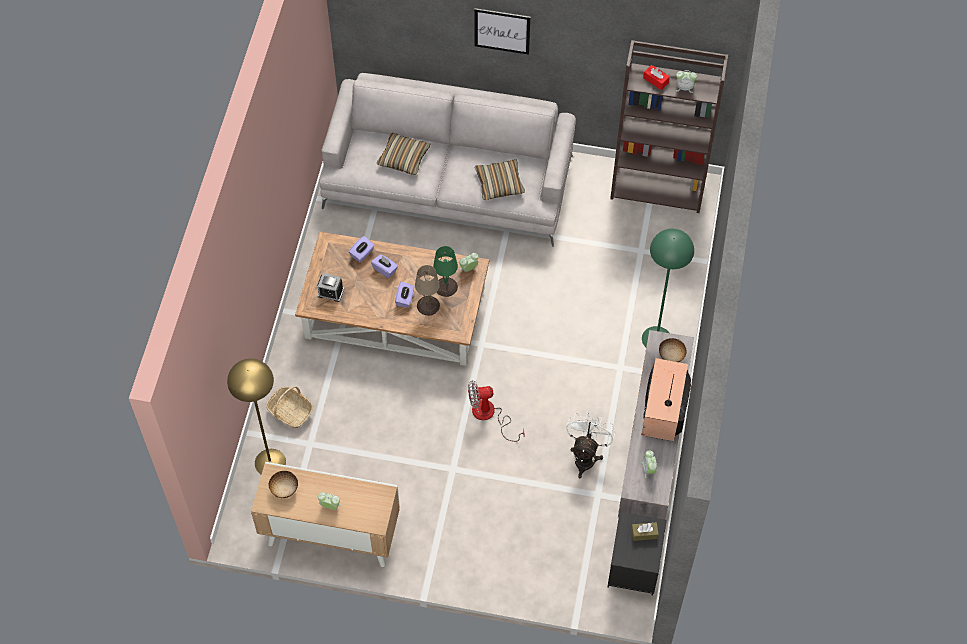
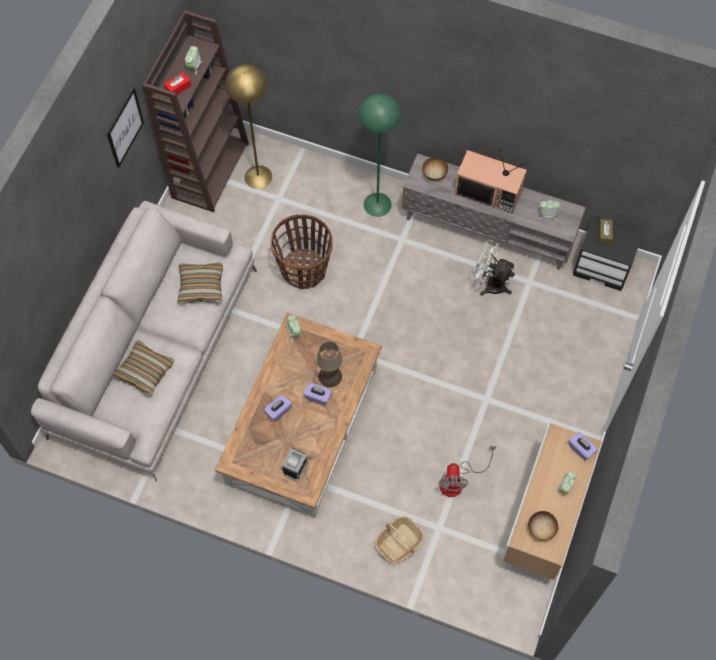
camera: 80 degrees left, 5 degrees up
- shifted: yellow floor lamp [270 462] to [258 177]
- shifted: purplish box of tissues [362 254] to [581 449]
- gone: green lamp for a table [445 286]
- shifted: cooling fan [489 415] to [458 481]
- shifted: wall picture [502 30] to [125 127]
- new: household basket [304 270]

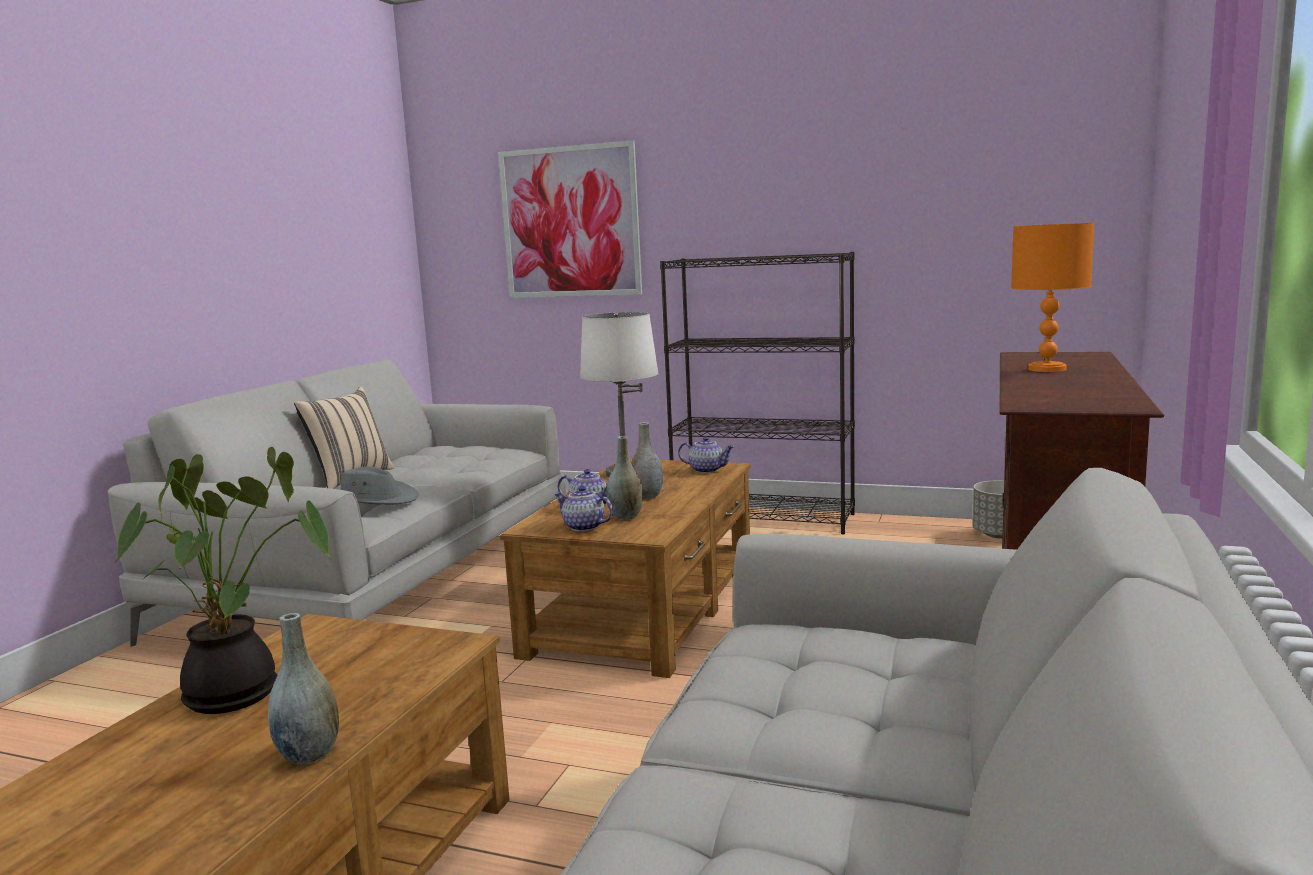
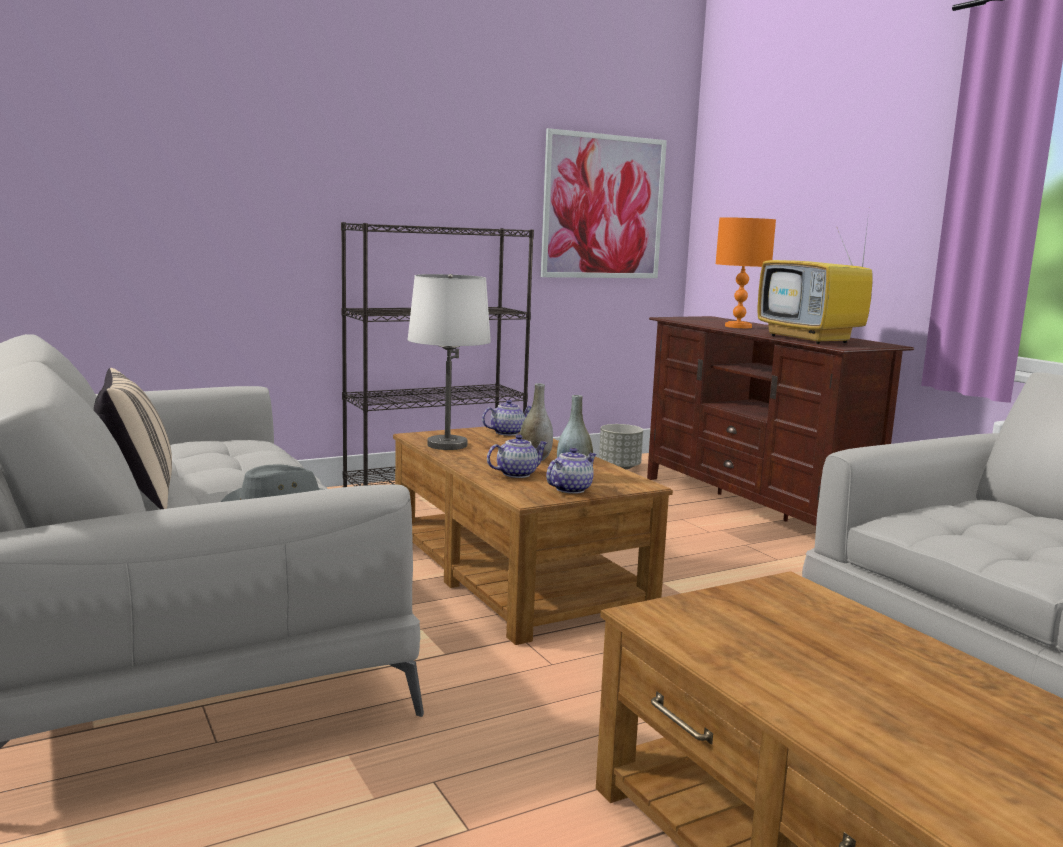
camera: 50 degrees left, 0 degrees up
- gone: houseplant [240 694]
- gone: gray flower vase [309 754]
- shifted: wall picture [570 222] to [603 207]
- rotated: pot for tea [583 527] = [570 489] 150 degrees clockwise
- new: TV [811 339]

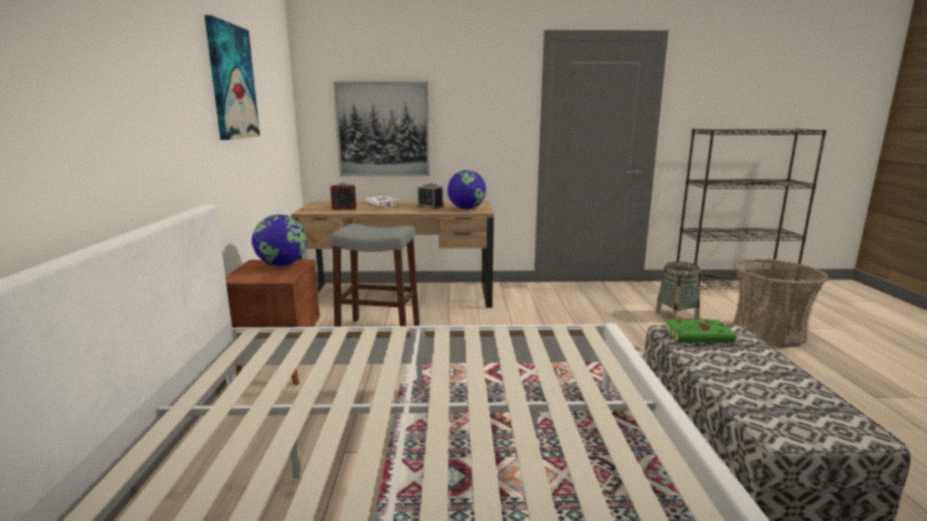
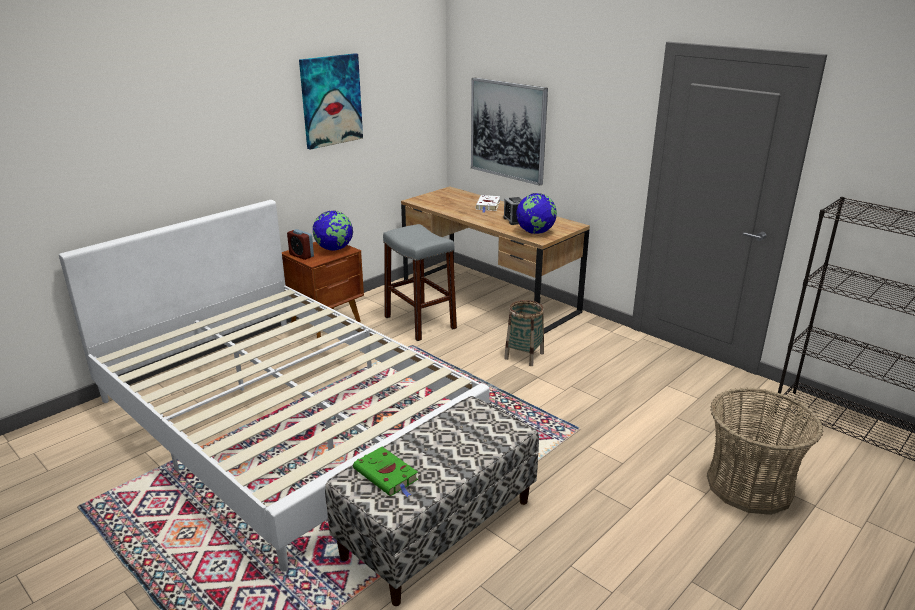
camera: 45 degrees right, 10 degrees up
- shifted: table clock [344 208] to [301 255]
- shifted: household basket [676 316] to [524 356]
- shifted: green book [700 335] to [387 475]

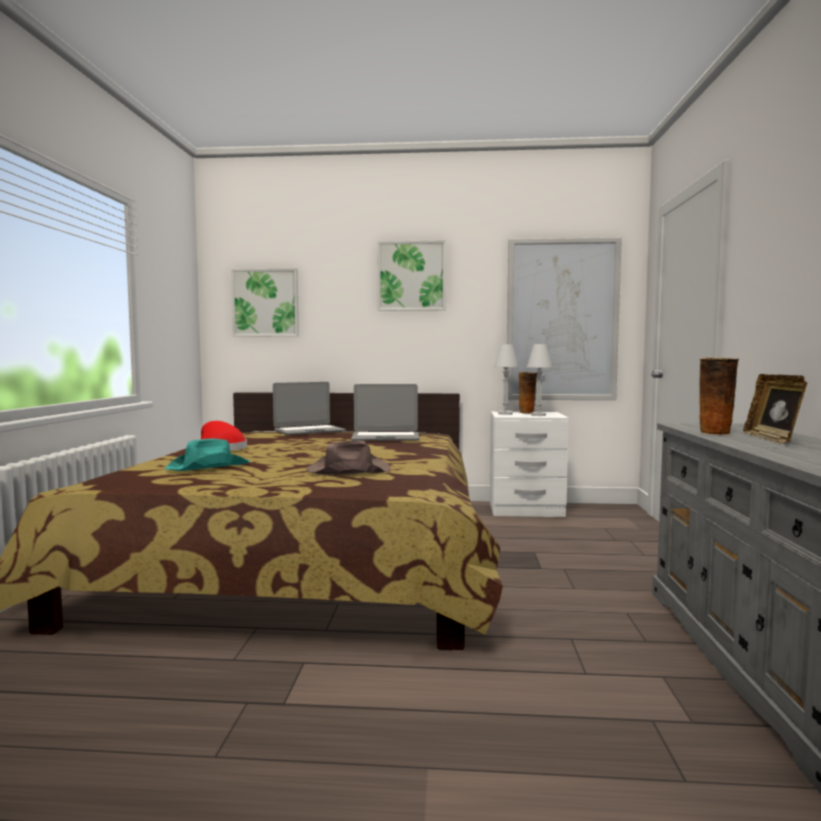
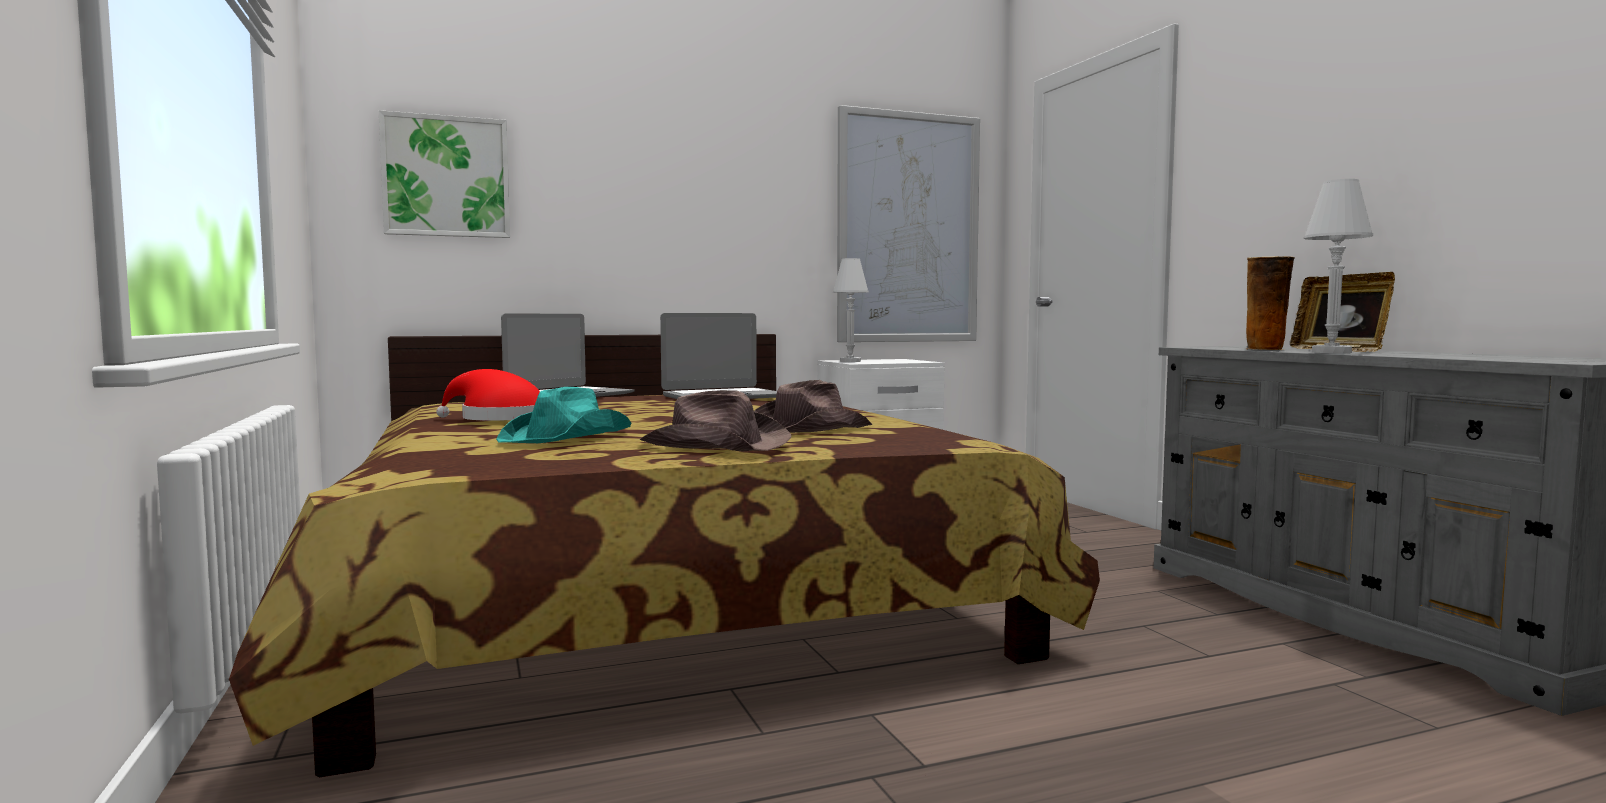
camera: 25 degrees left, 0 degrees up
- gone: wall picture [411 276]
- gone: flower vase [527 412]
- shifted: whitish lamp for a table [538 415] to [1331 352]
- new: brownish hat [714 444]

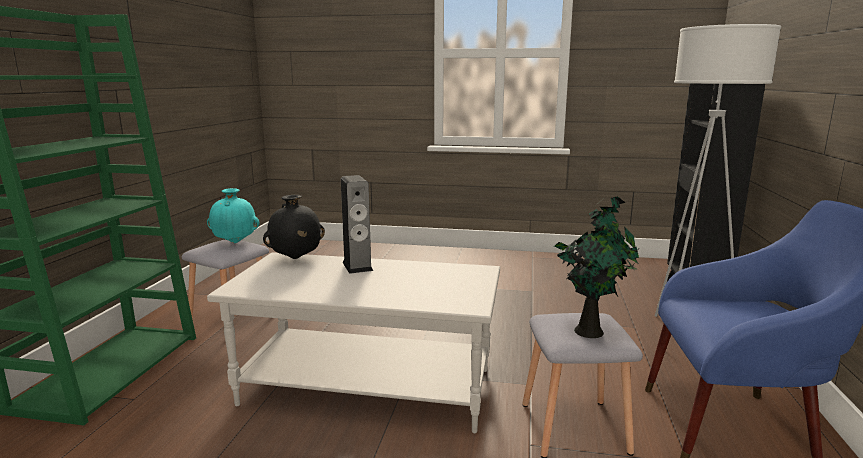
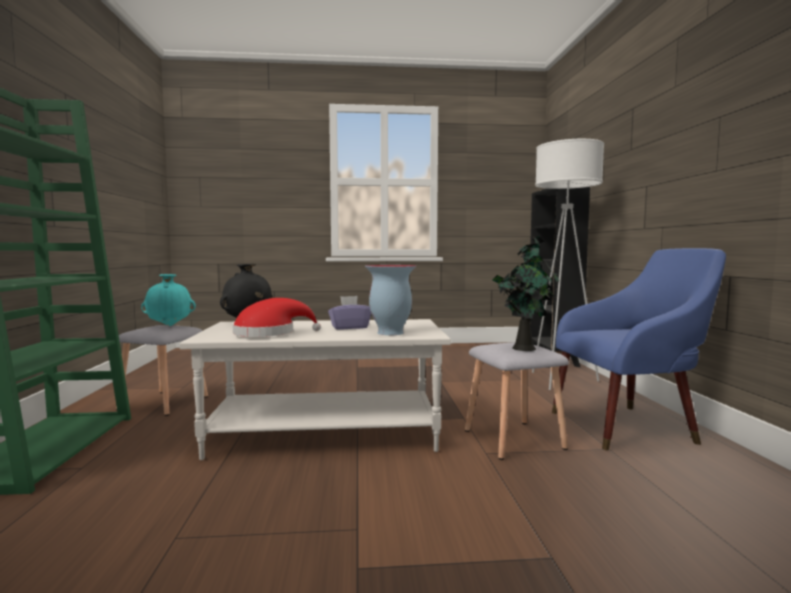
camera: 15 degrees left, 10 degrees down
- gone: speaker [357 266]
- new: red-coloured hat [269 333]
- new: purplish box of tissues [349 327]
- new: flower vase [390 333]

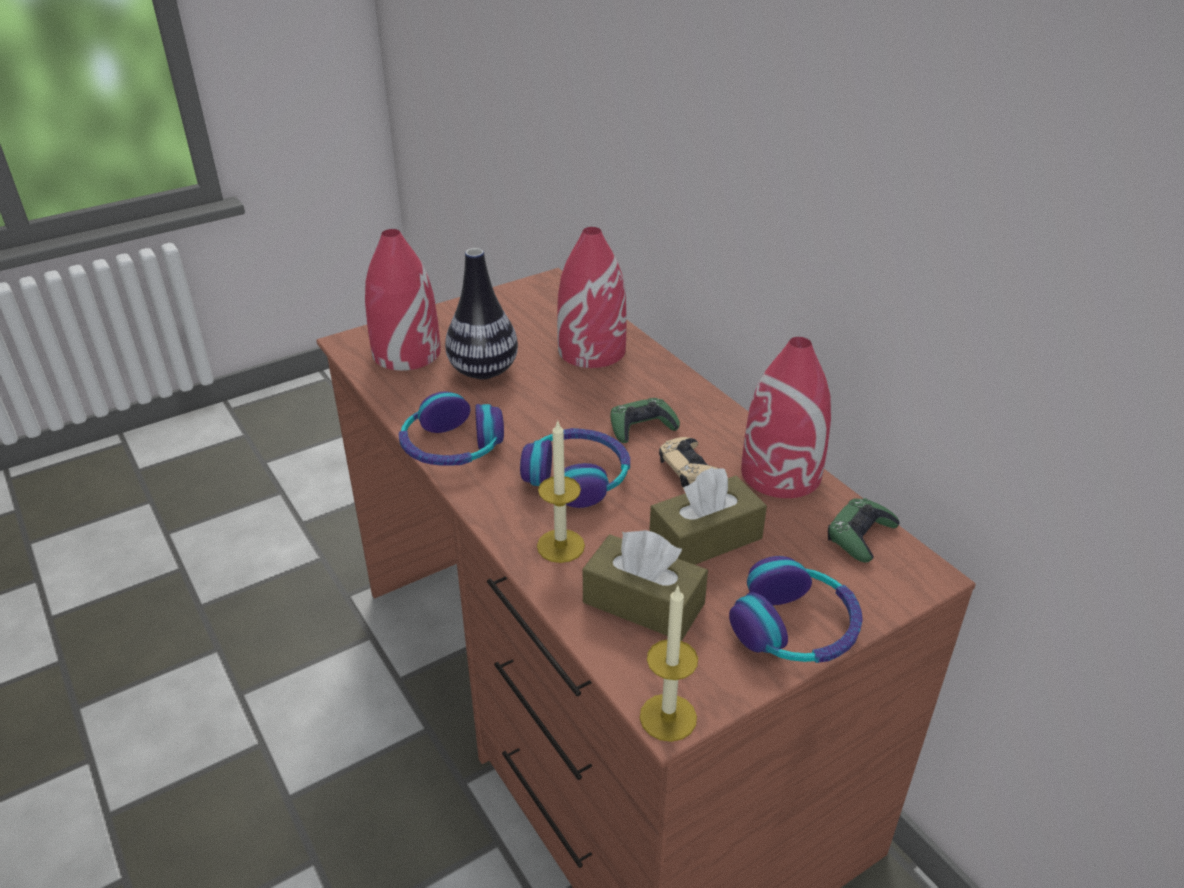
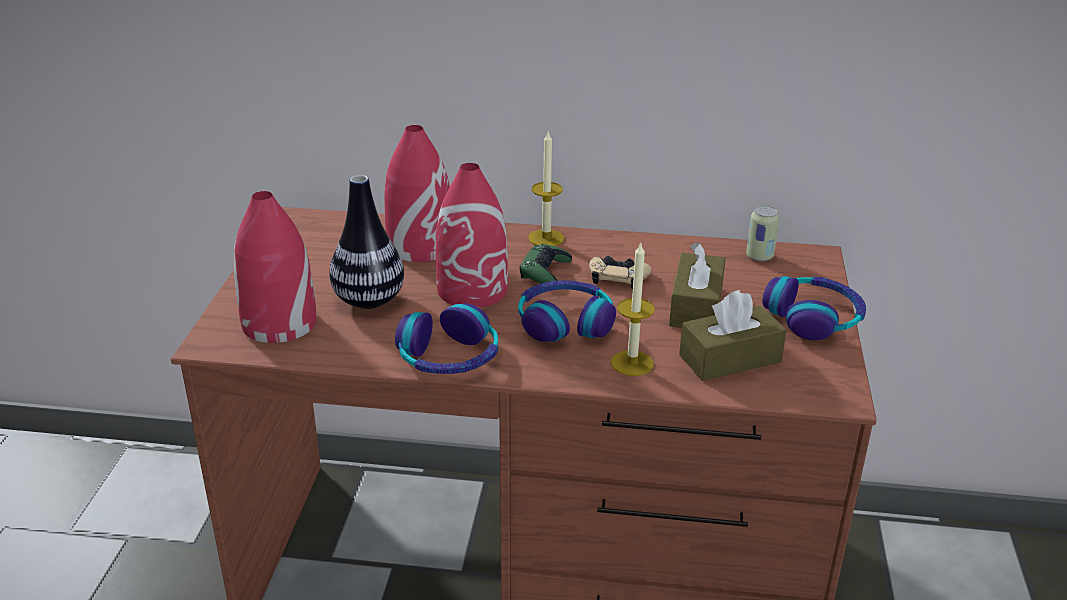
camera: 50 degrees left, 5 degrees down
- shifted: wax candle [668 717] to [546 238]
- shifted: red-coloured flower vase [782 474] to [473 290]
- swapped: green gamepad [860 535] to metal can [759 256]

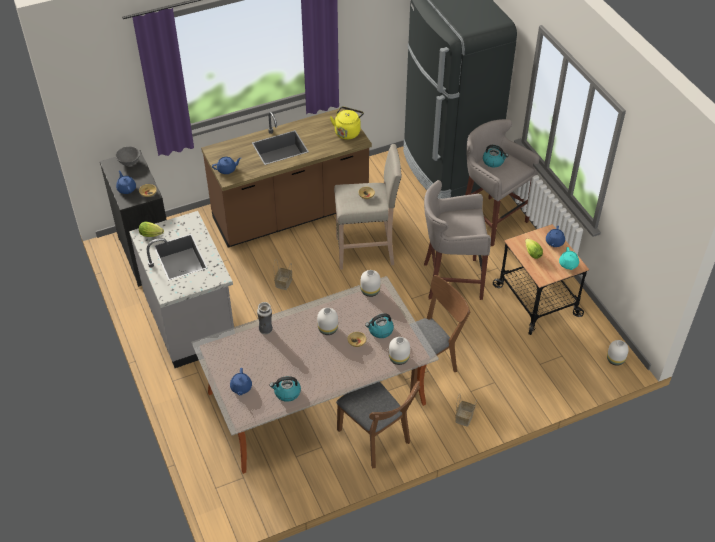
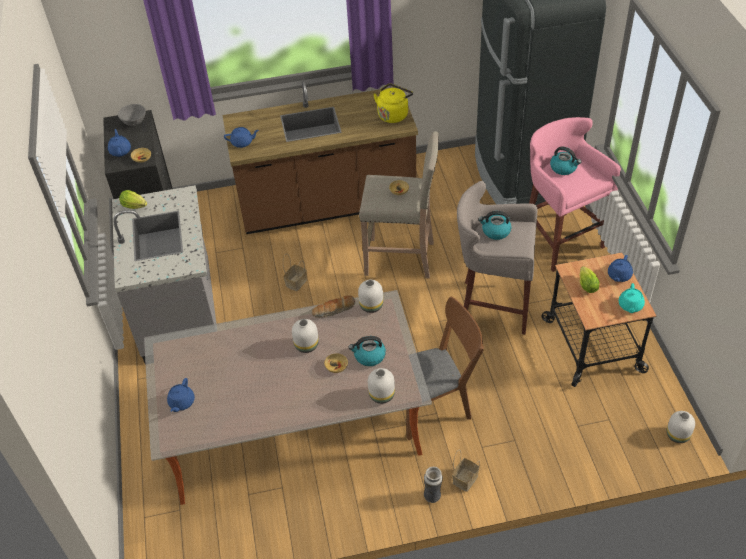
camera: 15 degrees right, 0 degrees up
- shifted: flower vase [266 329] to [432 496]
- shifted: water kettle [287 393] to [495 231]
- gone: brownish plain chair [377 440]
- repainted: gray stool [491 219] to pinkish stool [559 239]
- new: bakery bread [334 310]

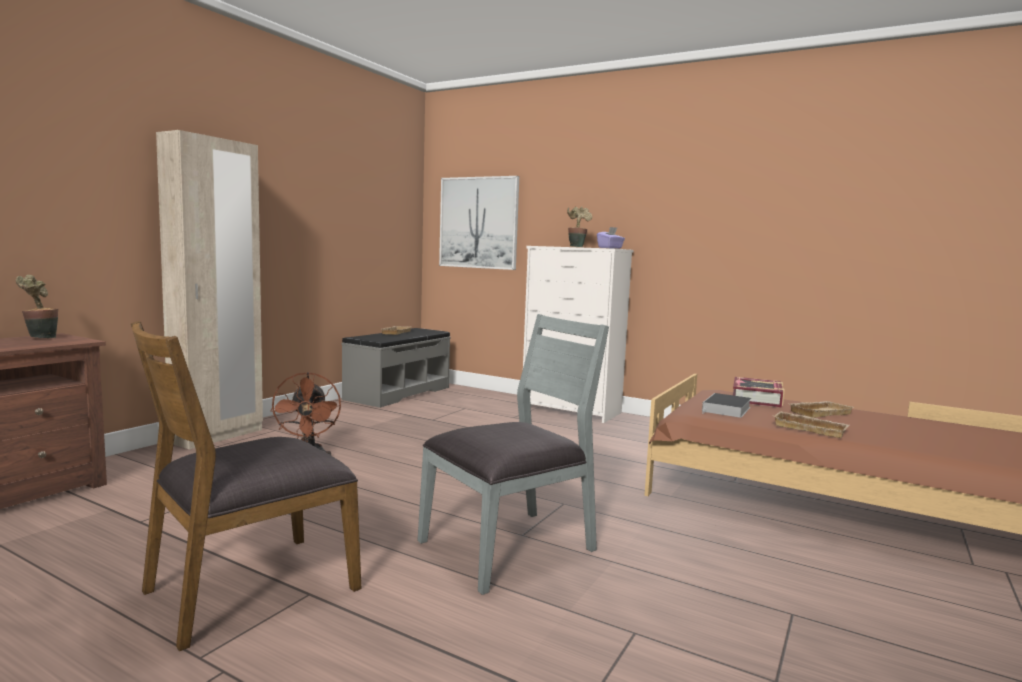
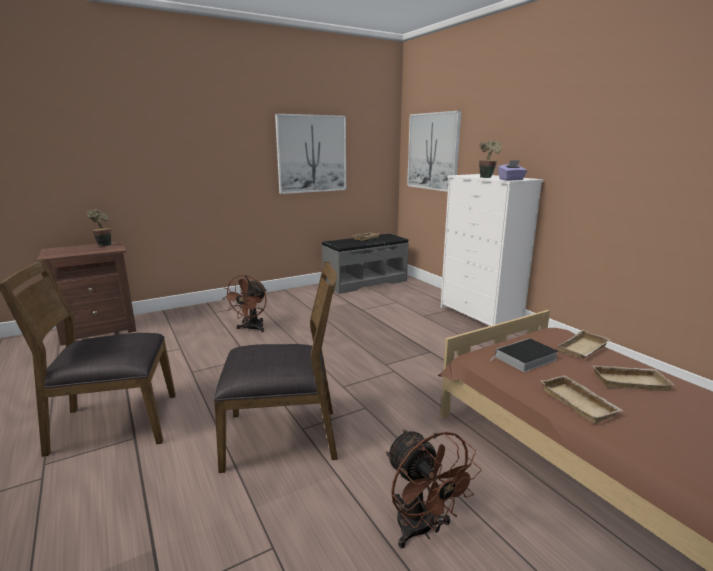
camera: 30 degrees right, 10 degrees up
- gone: beige wardrobe [218 436]
- repainted: gray plain chair [510 546] to brownish plain chair [282 437]
- swapped: book [757 399] to beige serving tray [584 349]
- new: wall picture [312 154]
- new: brownish cooling fan [422 530]

